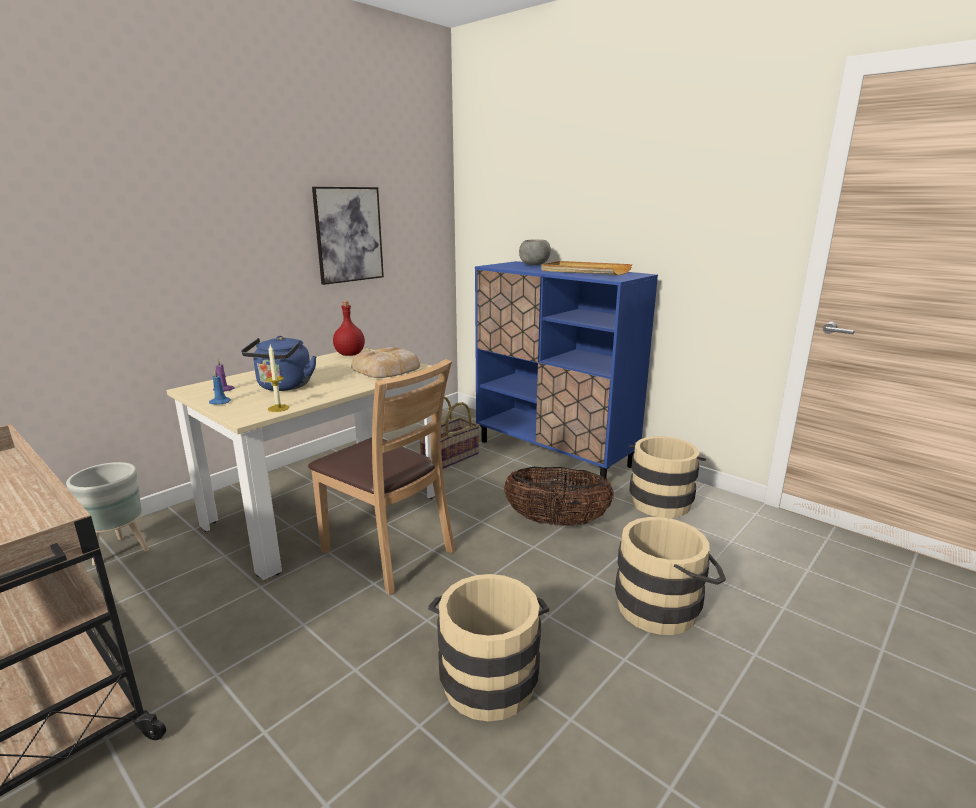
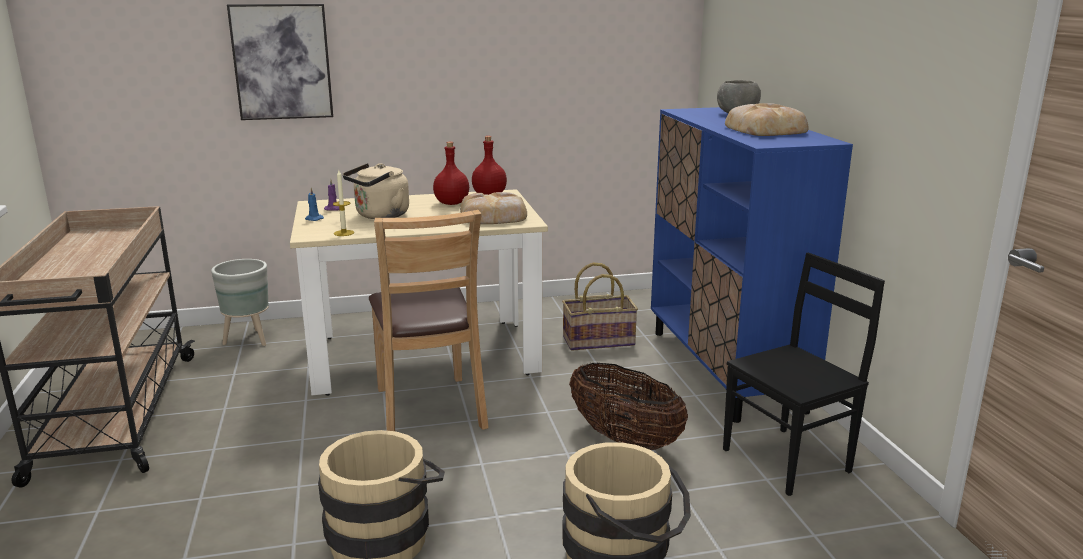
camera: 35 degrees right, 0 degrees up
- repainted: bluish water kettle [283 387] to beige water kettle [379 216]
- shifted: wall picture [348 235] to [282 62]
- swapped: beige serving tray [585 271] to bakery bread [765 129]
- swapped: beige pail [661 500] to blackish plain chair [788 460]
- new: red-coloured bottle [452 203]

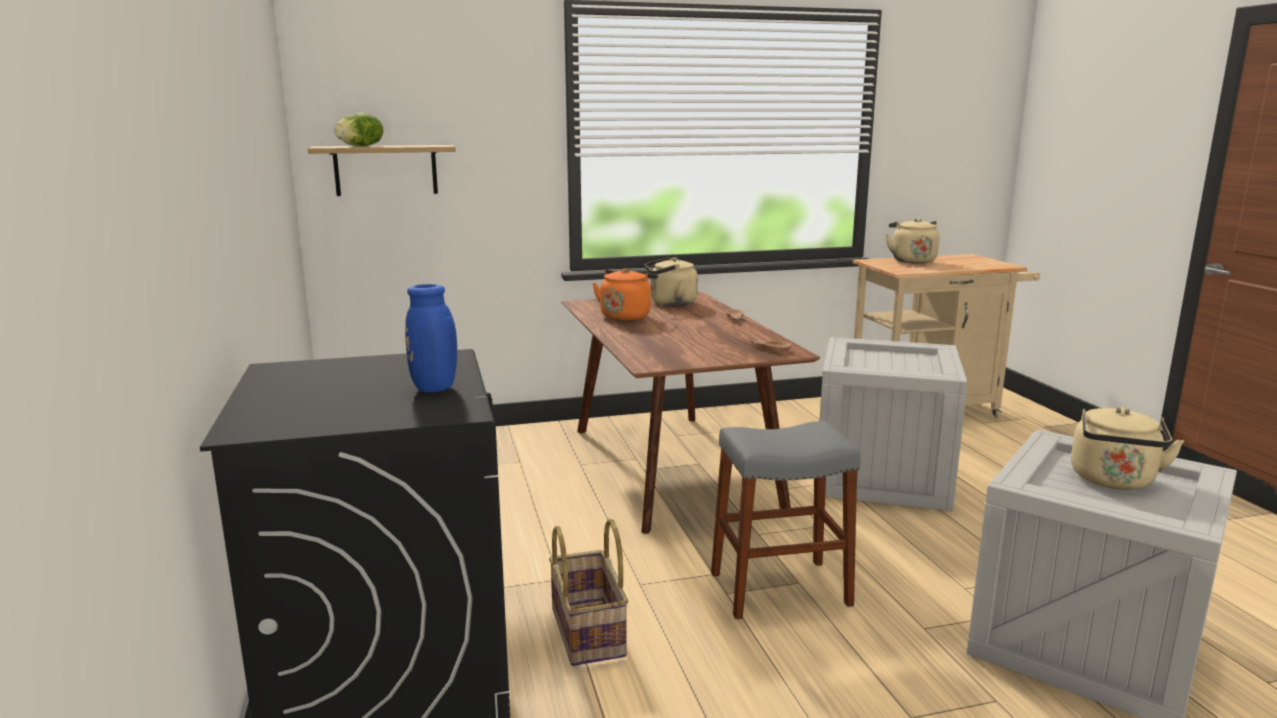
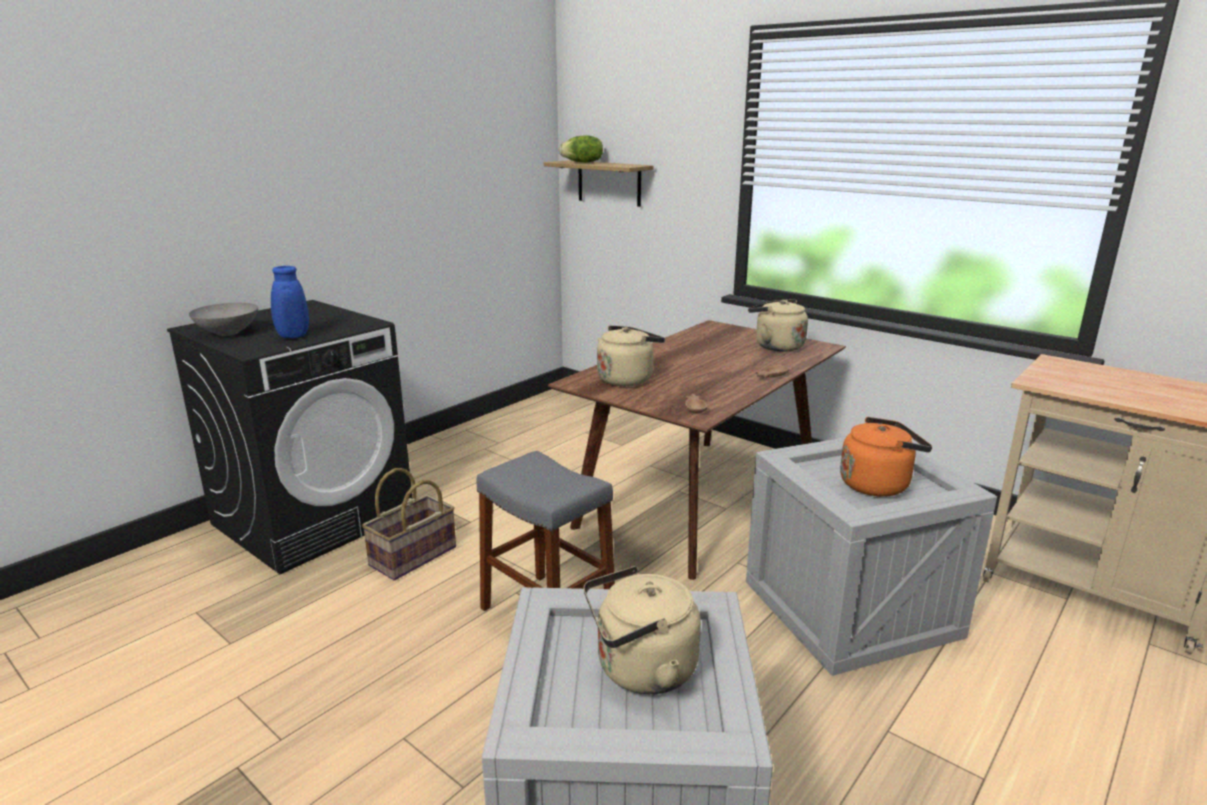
camera: 55 degrees right, 5 degrees up
- shifted: orange water kettle [626 316] to [877 484]
- shifted: beige water kettle [911 260] to [627 379]
- new: gray serving bowl [227 333]

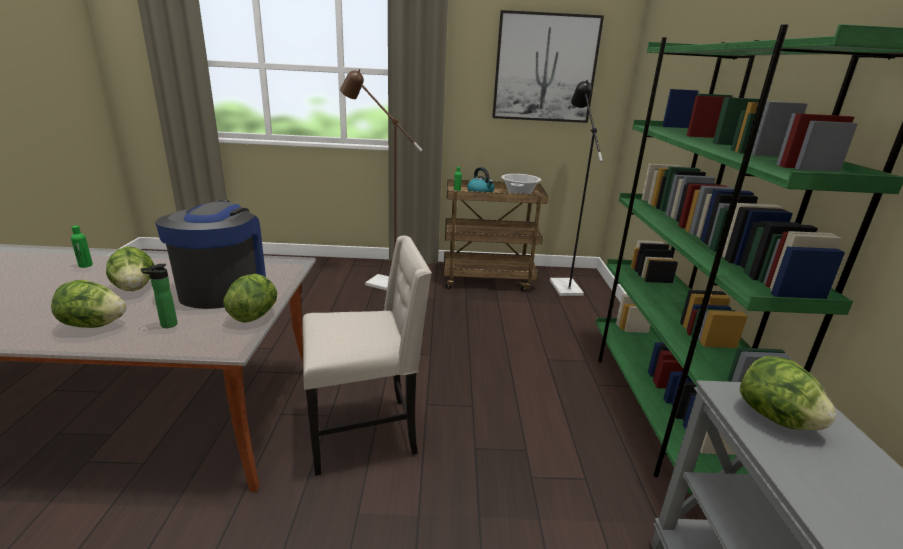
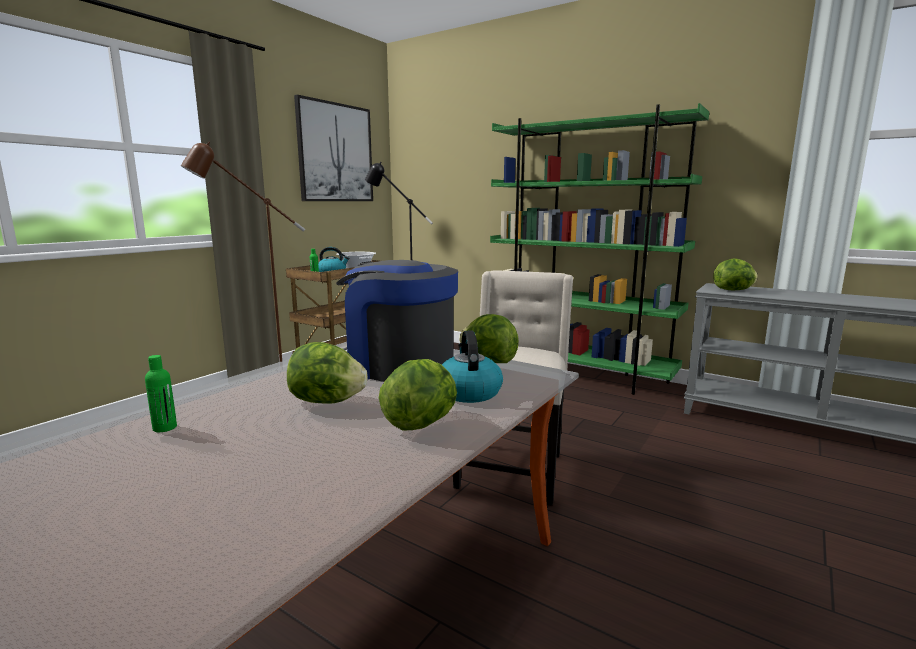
camera: 55 degrees left, 10 degrees down
- swapped: bottle [166 325] to water kettle [468 392]

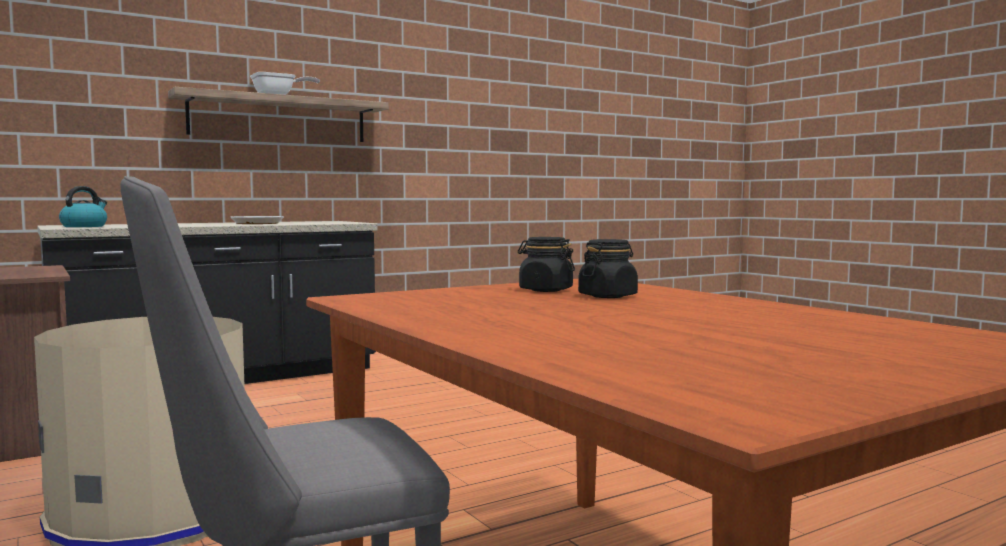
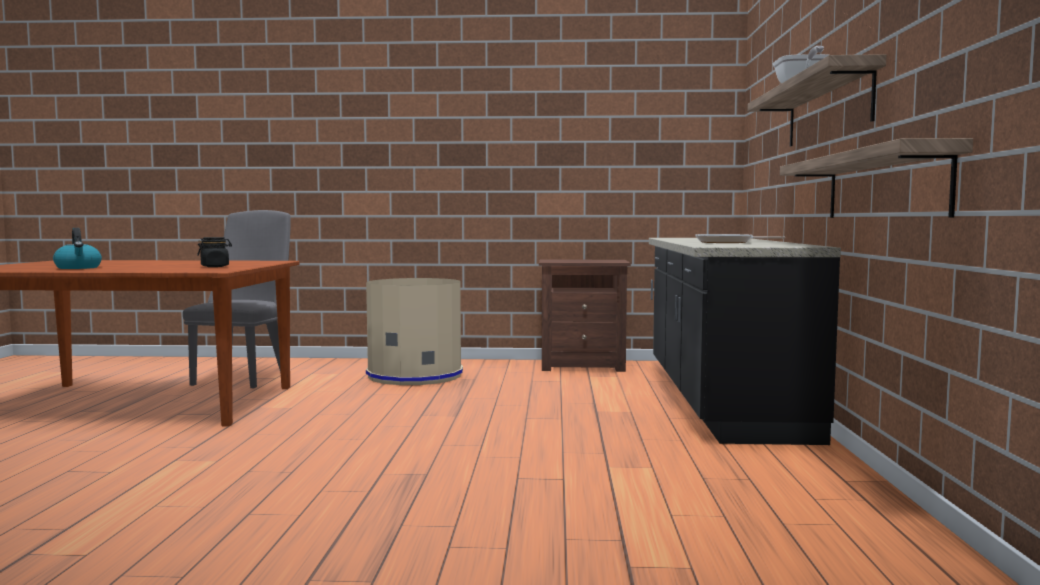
camera: 125 degrees right, 0 degrees up
- shifted: water kettle [84 226] to [78 268]
- gone: blackish preserve jar [608 296]
- new: wall shelf [883 186]

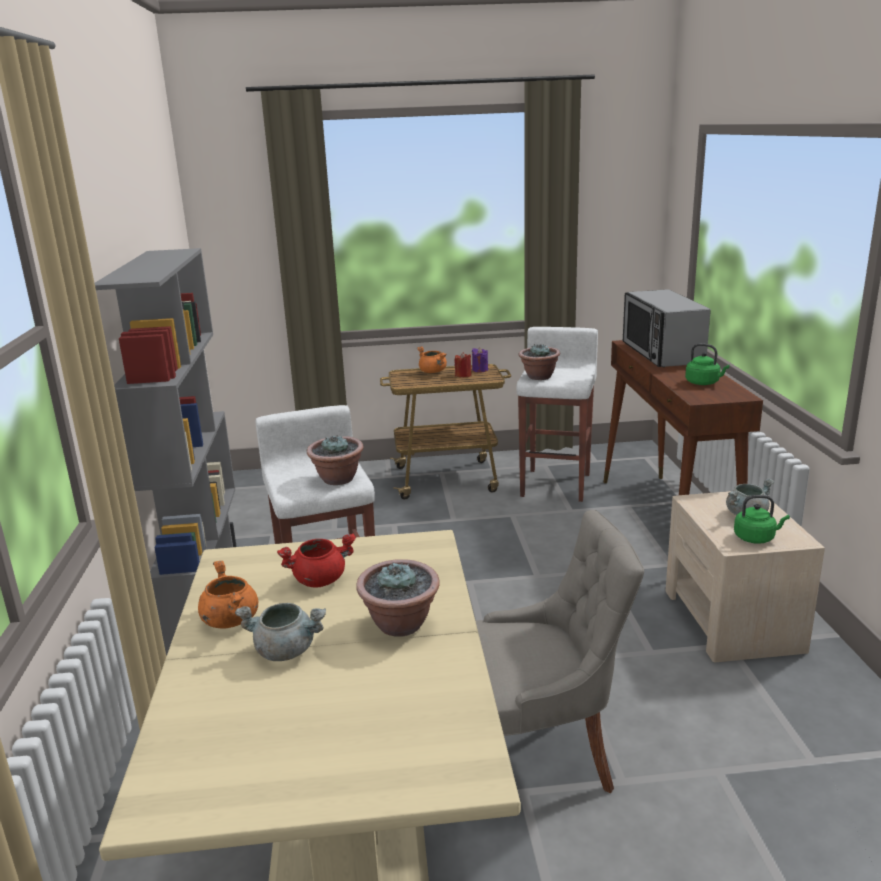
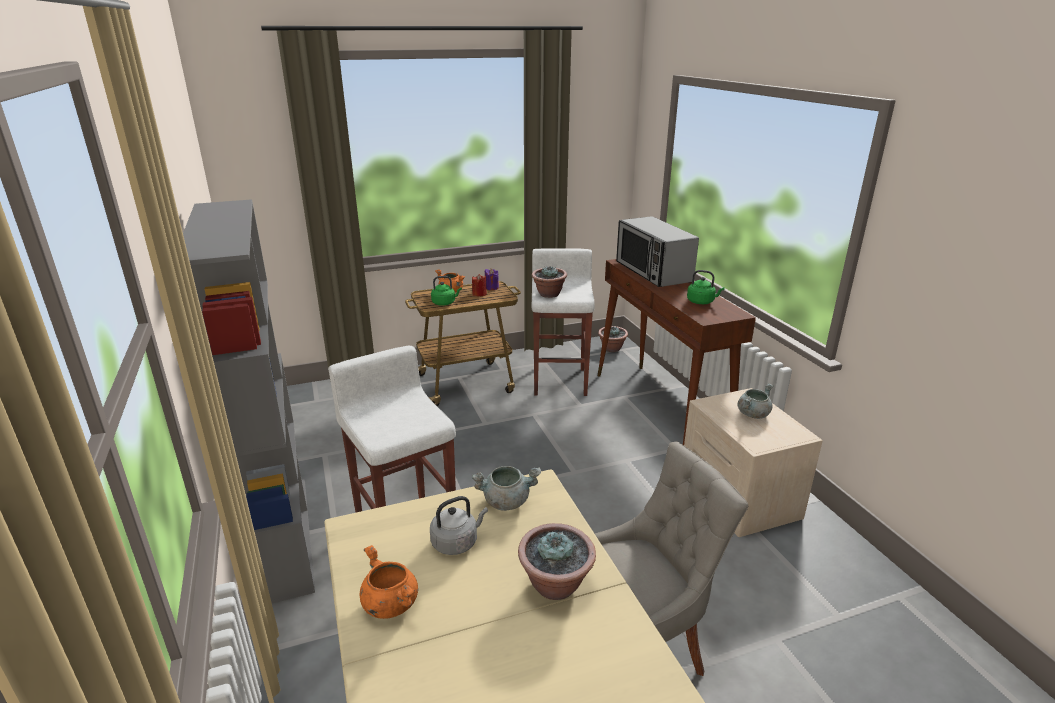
camera: 15 degrees left, 5 degrees up
- shifted: gray cooking pot [286 650] to [506 501]
- swapped: red-coloured cooking pot [320 580] to gray water kettle [457 542]
- shifted: houseplant [338 479] to [612 349]
- shifted: green water kettle [756 538] to [445 303]

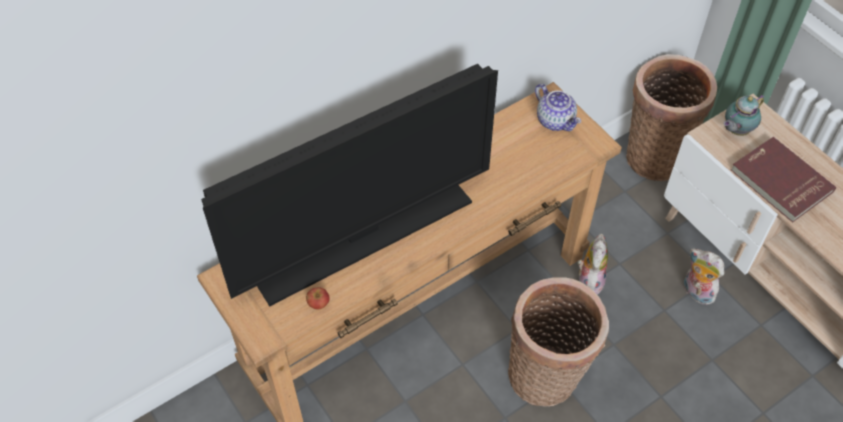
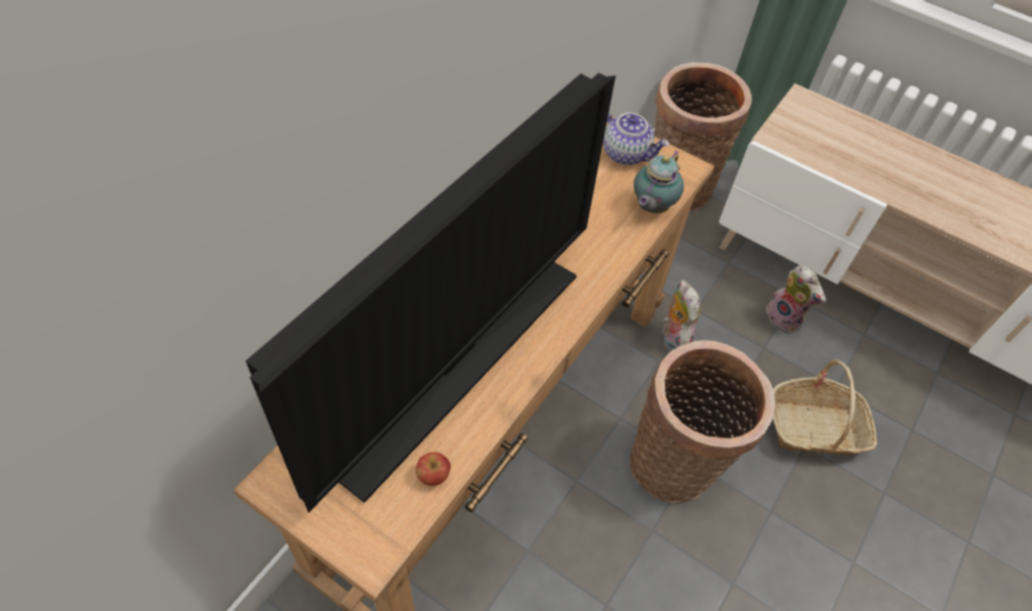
camera: 25 degrees left, 0 degrees up
- rotated: soft toy [695 292] = [785 318] 150 degrees counterclockwise
- shifted: pot for tea [735 131] to [651 207]
- gone: red-coloured book [780 182]
- new: household basket [814 428]

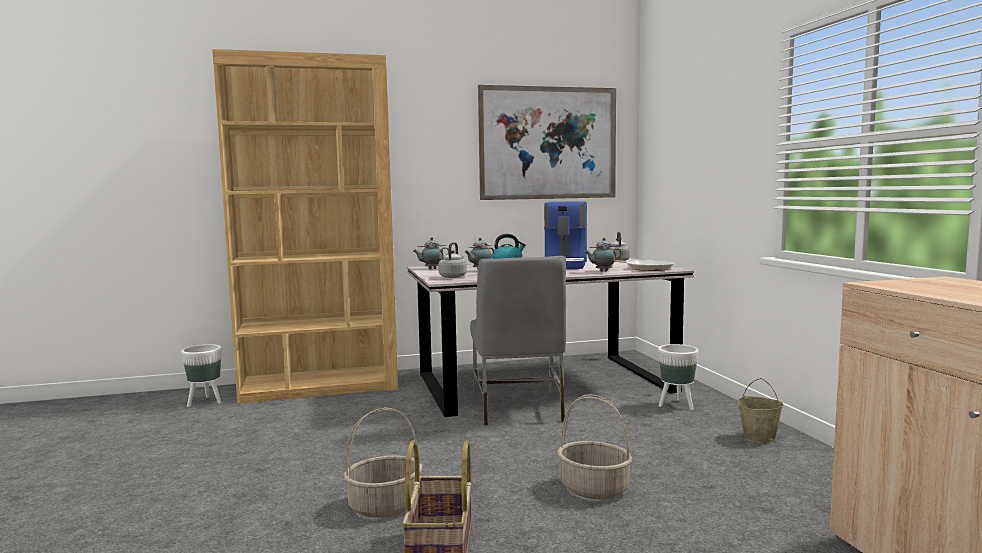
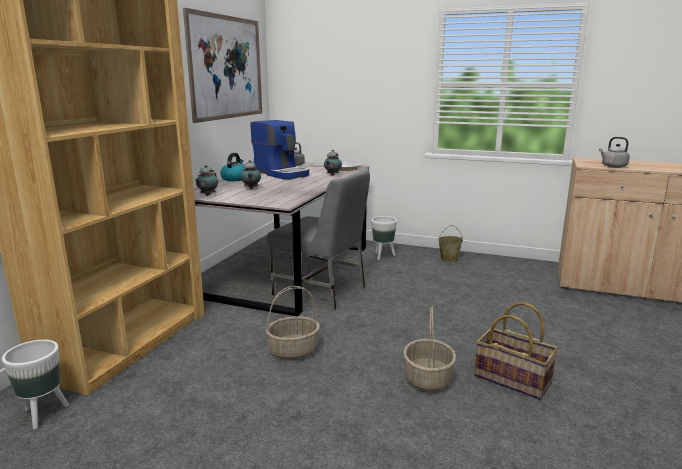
camera: 55 degrees left, 10 degrees up
- shifted: gray water kettle [453 276] to [612 166]
- shifted: household basket [594 488] to [294 350]

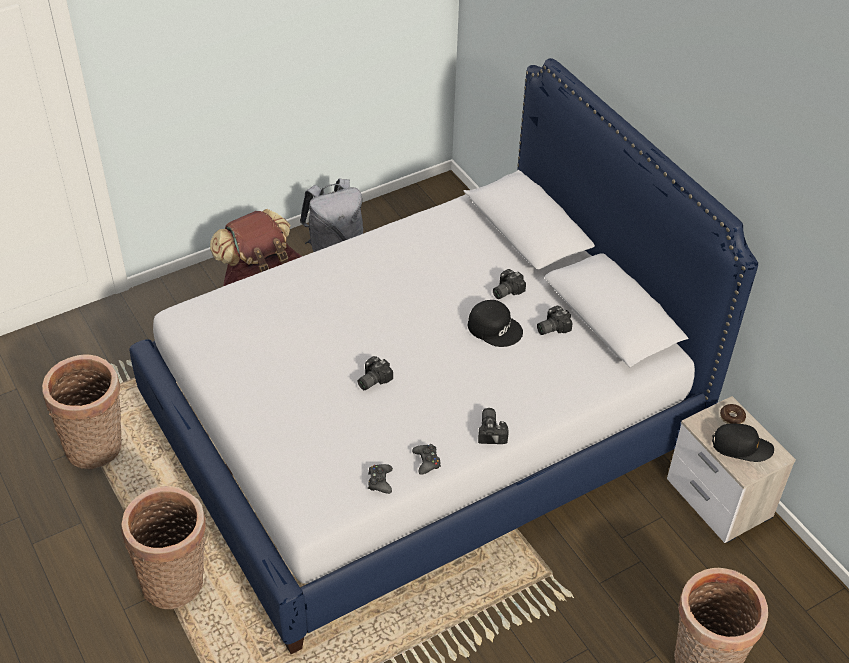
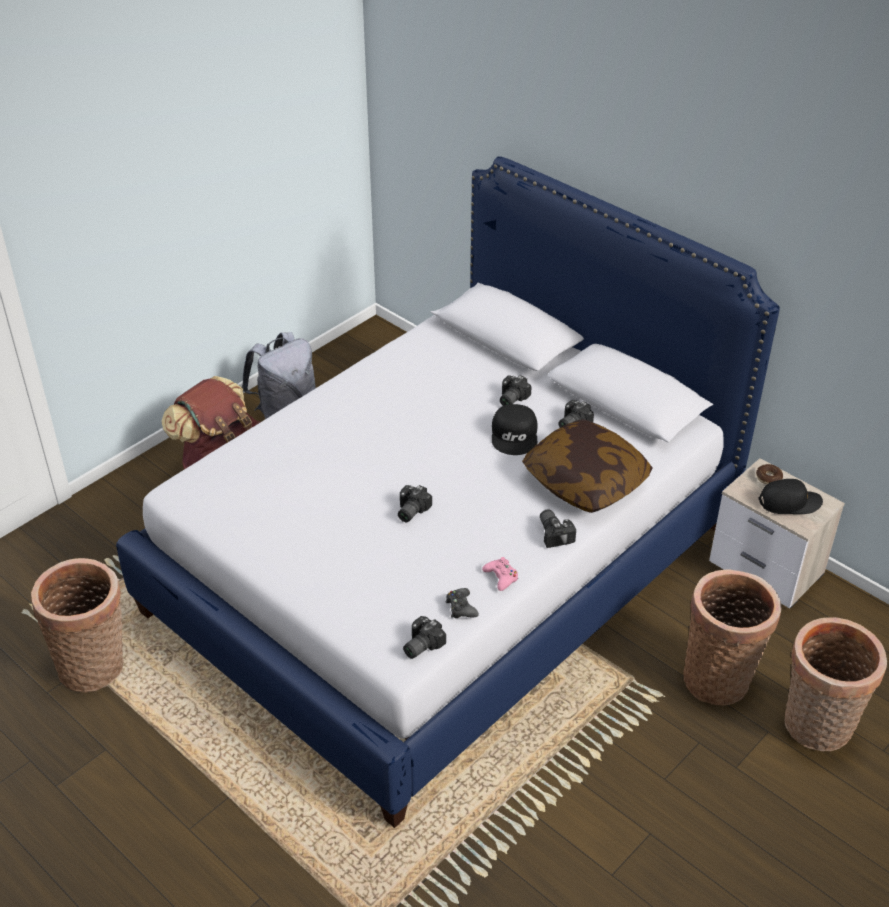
camera: 15 degrees left, 5 degrees down
- shifted: household basket [177 581] to [719 677]
- repainted: blackish gamepad [427 461] to pinkish gamepad [501 577]
- rotated: blackish cap [495 327] = [515 435] 75 degrees clockwise
- new: still camera [420 645]
- new: cushion [585 481]

